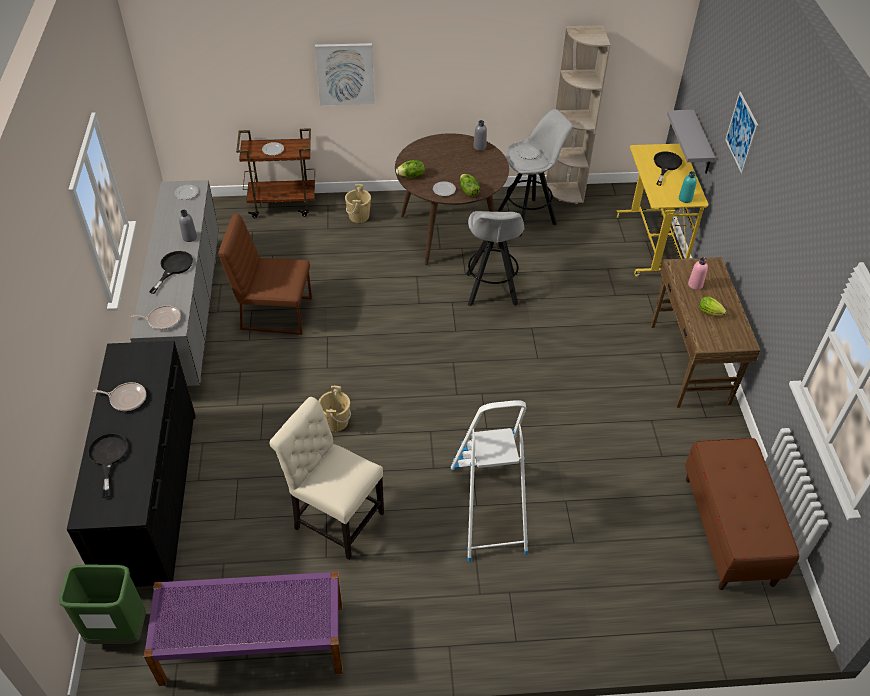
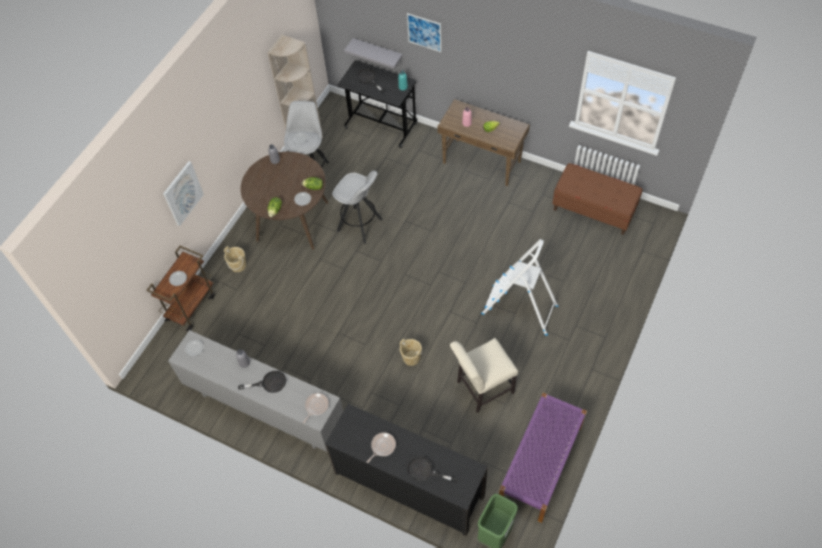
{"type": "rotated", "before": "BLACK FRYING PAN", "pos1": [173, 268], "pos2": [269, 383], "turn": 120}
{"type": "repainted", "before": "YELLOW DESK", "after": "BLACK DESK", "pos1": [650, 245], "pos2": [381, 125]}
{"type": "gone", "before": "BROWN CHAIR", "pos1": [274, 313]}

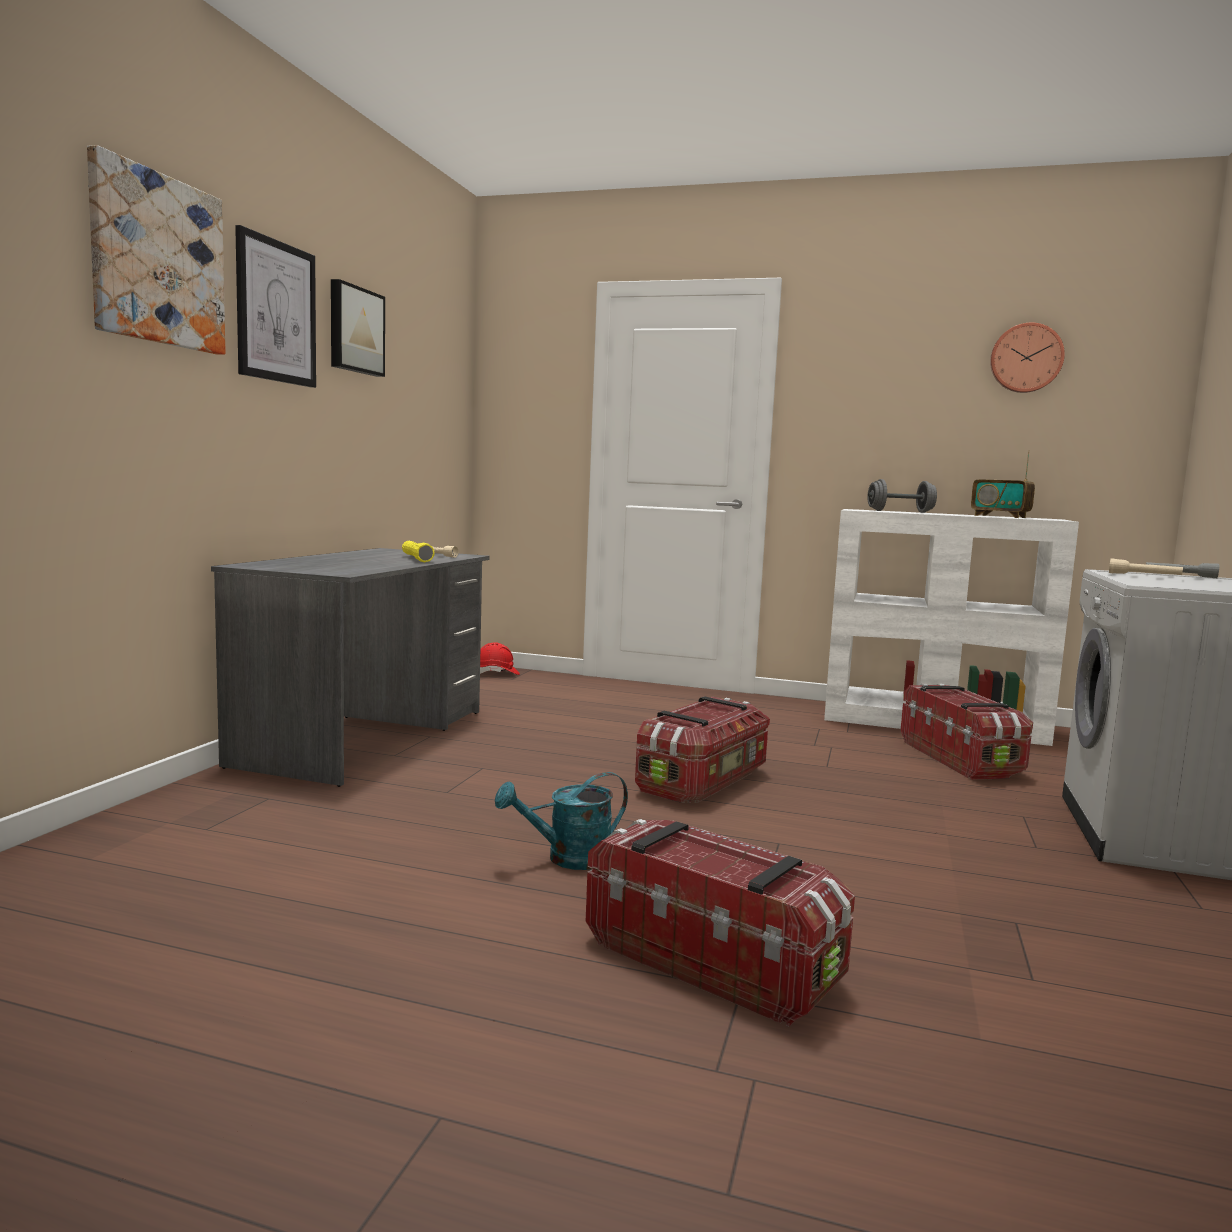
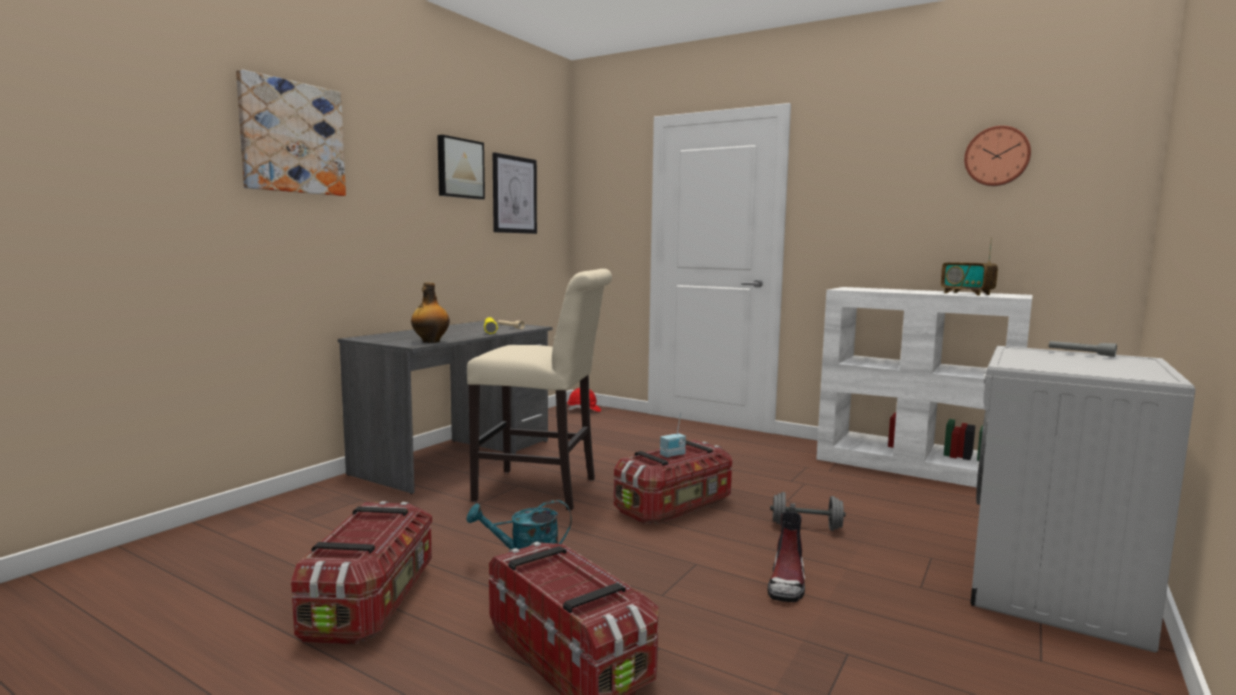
{"type": "shifted", "before": "STORAGE BOX", "pos1": [960, 759], "pos2": [372, 601]}
{"type": "new", "after": "BOTTLE", "pos2": [430, 341]}
{"type": "new", "after": "BEIGE STOOL", "pos2": [543, 491]}
{"type": "shifted", "before": "PICTURE", "pos1": [276, 312], "pos2": [514, 195]}
{"type": "new", "after": "RADIO", "pos2": [673, 455]}
{"type": "new", "after": "BOOT", "pos2": [787, 584]}
{"type": "shifted", "before": "GREY DUMBBELL", "pos1": [900, 511], "pos2": [806, 527]}
{"type": "gone", "before": "BEIGE FLASHLIGHT", "pos1": [1144, 575]}

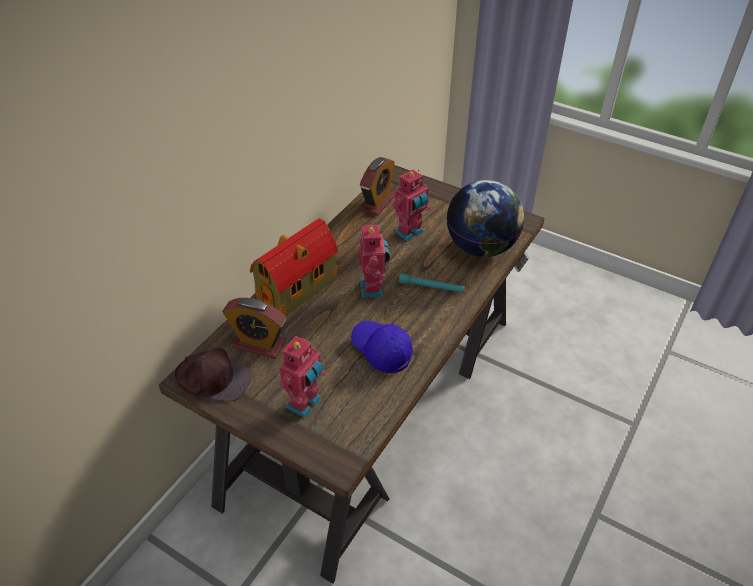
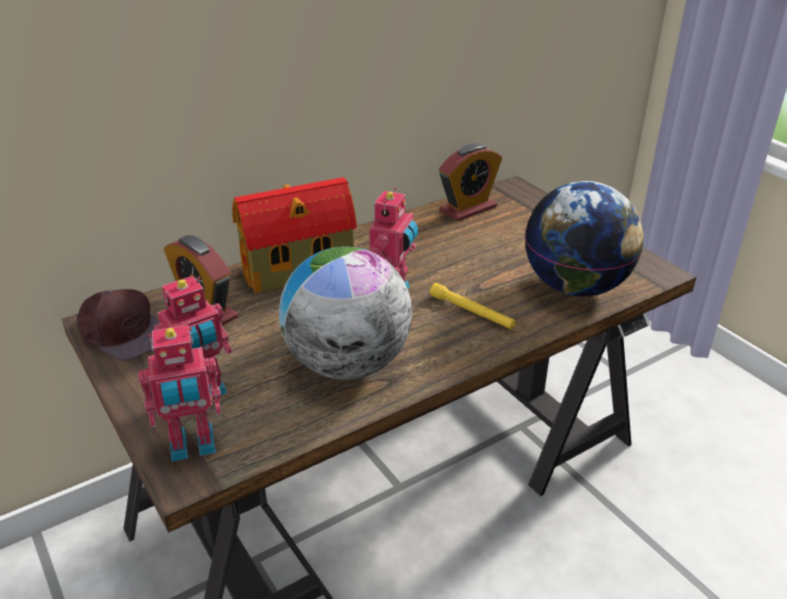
{"type": "shifted", "before": "TOY ROBOT", "pos1": [410, 233], "pos2": [192, 446]}
{"type": "swapped", "before": "BLUE CAP", "after": "GLOBE", "pos1": [381, 351], "pos2": [347, 364]}
{"type": "repainted", "before": "TURQUOISE FLASHLIGHT", "after": "YELLOW FLASHLIGHT", "pos1": [431, 287], "pos2": [472, 312]}

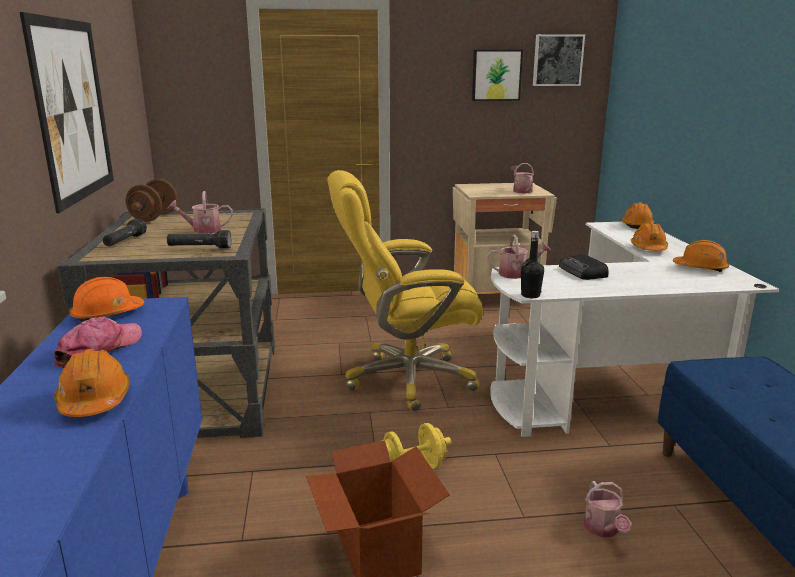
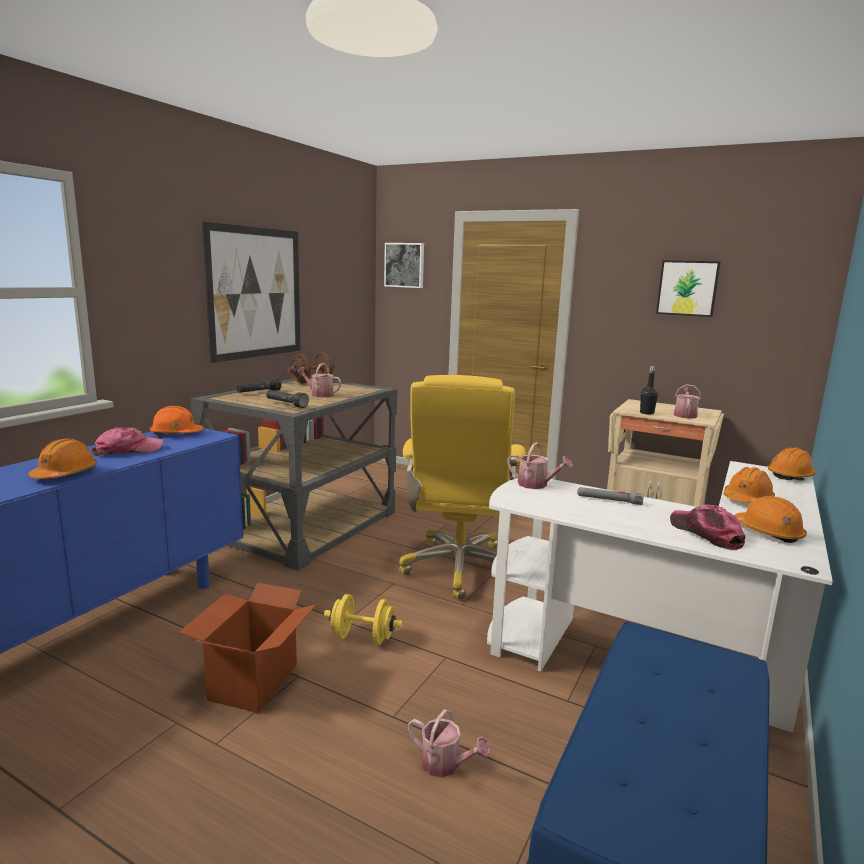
{"type": "shifted", "before": "PICTURE", "pos1": [557, 60], "pos2": [405, 265]}
{"type": "rotated", "before": "YELLOW OFFICE CHAIR", "pos1": [405, 380], "pos2": [457, 570], "turn": -105}
{"type": "rotated", "before": "WATERING CAN", "pos1": [603, 529], "pos2": [445, 764], "turn": -90}
{"type": "swapped", "before": "RADIO", "after": "GREY FLASHLIGHT", "pos1": [583, 272], "pos2": [609, 500]}
{"type": "shifted", "before": "BLACK BOTTLE", "pos1": [530, 295], "pos2": [646, 413]}
{"type": "new", "after": "CAP", "pos2": [706, 534]}

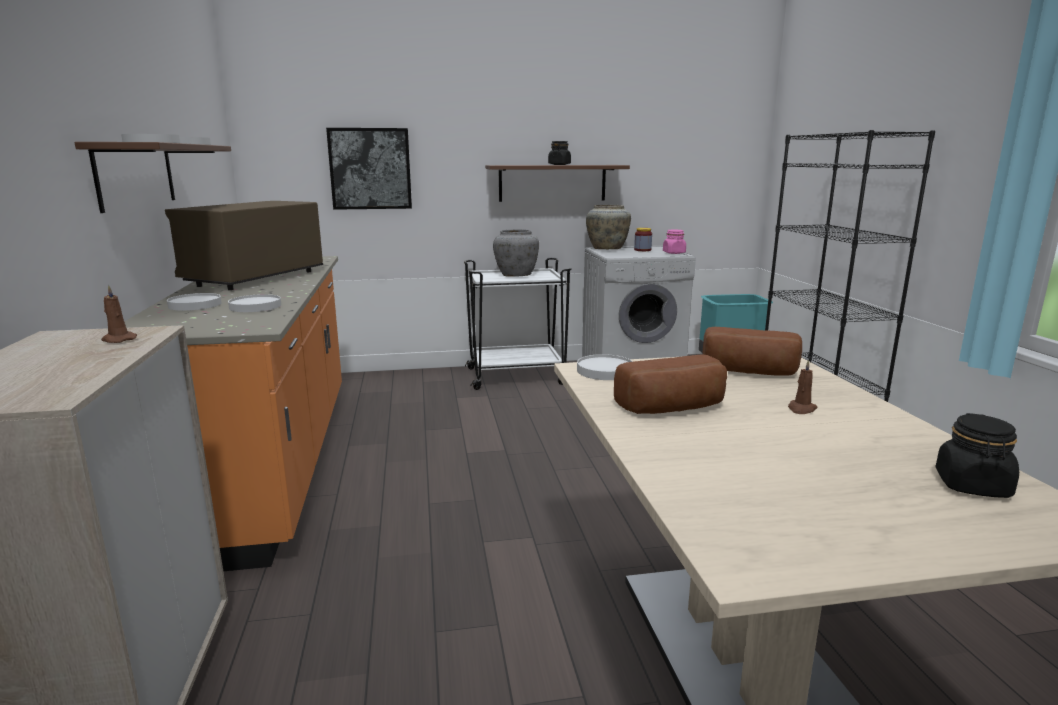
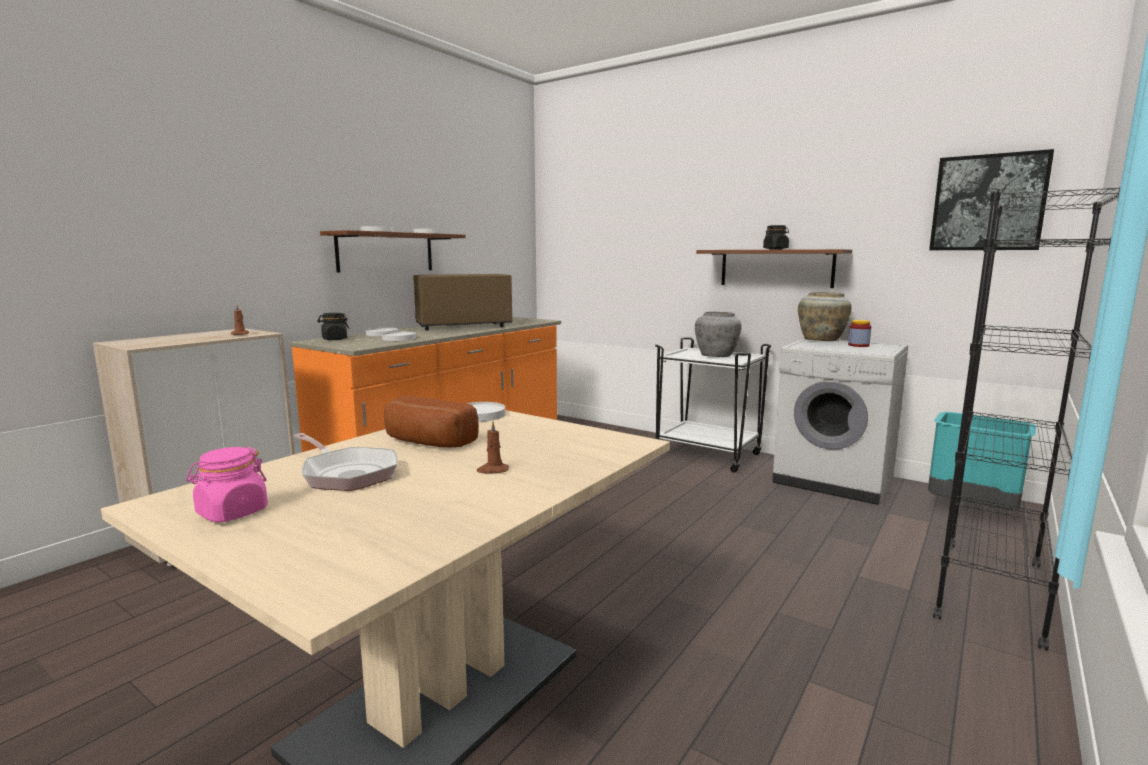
{"type": "shifted", "before": "PINK JAR", "pos1": [674, 253], "pos2": [232, 513]}
{"type": "new", "after": "FRYING PAN", "pos2": [347, 473]}
{"type": "shifted", "before": "BLACK JAR", "pos1": [972, 486], "pos2": [334, 339]}
{"type": "shifted", "before": "PICTURE", "pos1": [370, 169], "pos2": [988, 203]}
{"type": "gone", "before": "BREAD", "pos1": [749, 372]}

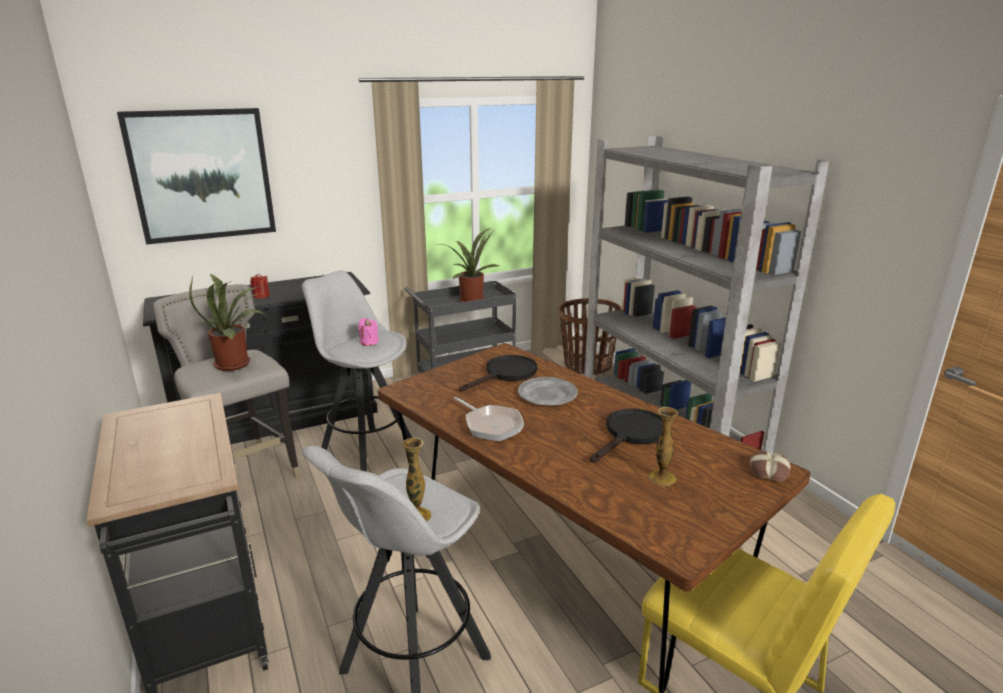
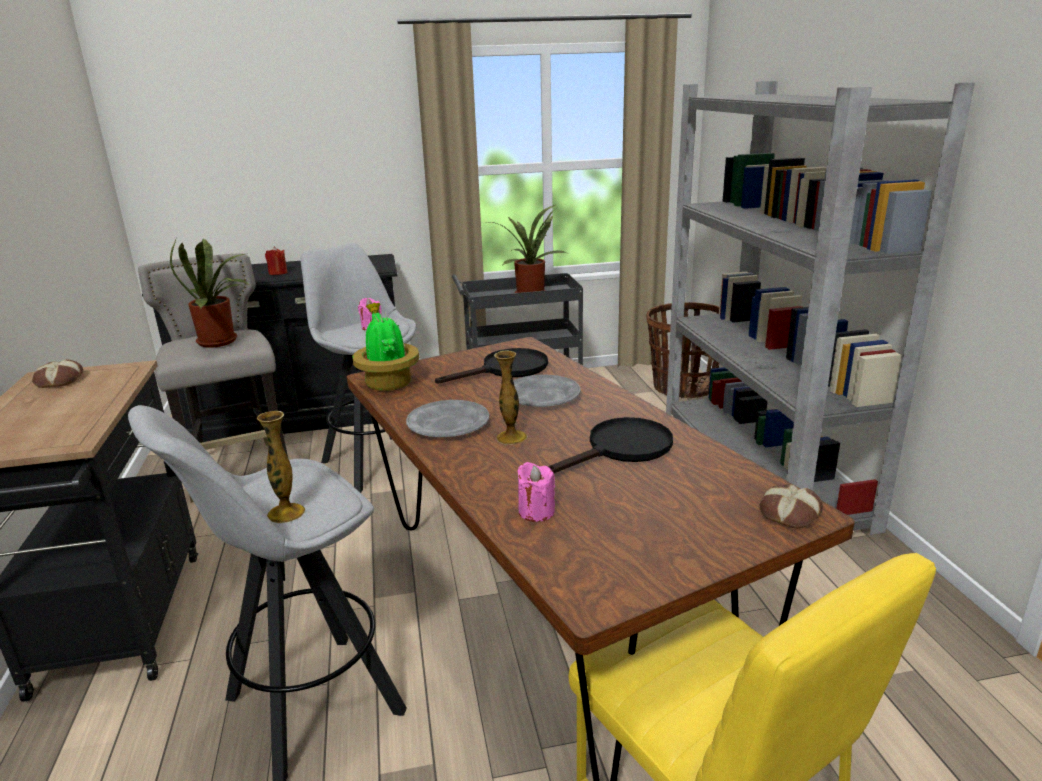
{"type": "new", "after": "BREAD", "pos2": [59, 380]}
{"type": "new", "after": "POTTED PLANT", "pos2": [388, 382]}
{"type": "swapped", "before": "FRYING PAN", "after": "GREY PLATE", "pos1": [491, 425], "pos2": [448, 423]}
{"type": "shifted", "before": "VASE", "pos1": [662, 478], "pos2": [511, 437]}
{"type": "new", "after": "PINK CANDLE", "pos2": [536, 511]}
{"type": "gone", "before": "PICTURE", "pos1": [202, 175]}

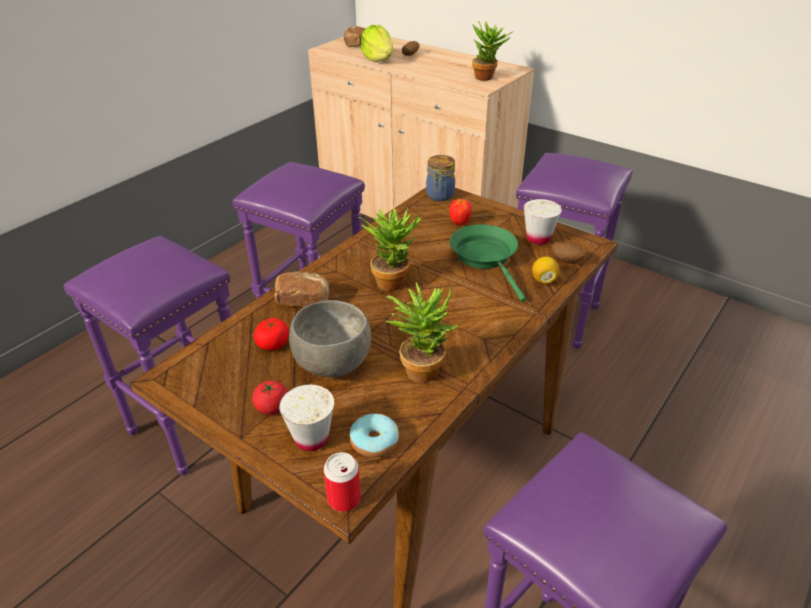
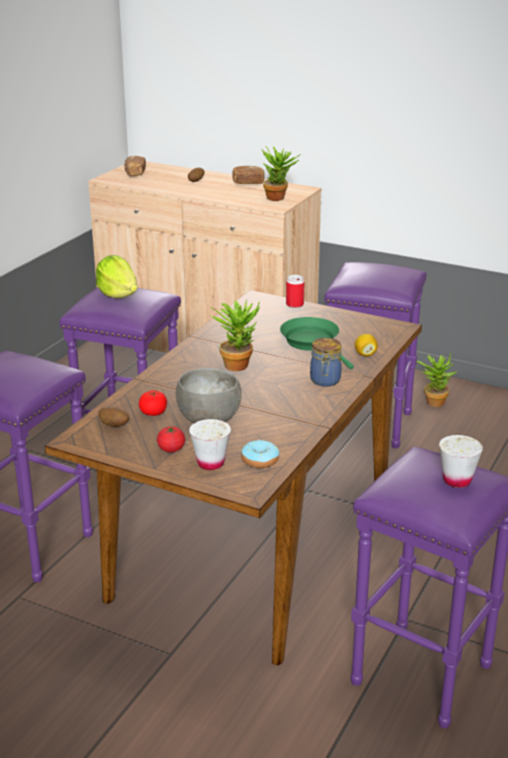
{"type": "shifted", "before": "LETTUCE", "pos1": [378, 59], "pos2": [118, 294]}
{"type": "shifted", "before": "POTATO", "pos1": [566, 261], "pos2": [114, 426]}
{"type": "shifted", "before": "BREAD", "pos1": [303, 300], "pos2": [248, 183]}
{"type": "shifted", "before": "CAN", "pos1": [344, 499], "pos2": [294, 304]}
{"type": "shifted", "before": "JAR", "pos1": [439, 196], "pos2": [325, 381]}
{"type": "shifted", "before": "POTTED PLANT", "pos1": [421, 367], "pos2": [433, 401]}
{"type": "shifted", "before": "WHITE CUP", "pos1": [538, 239], "pos2": [457, 480]}
{"type": "gone", "before": "APPLE", "pos1": [459, 223]}

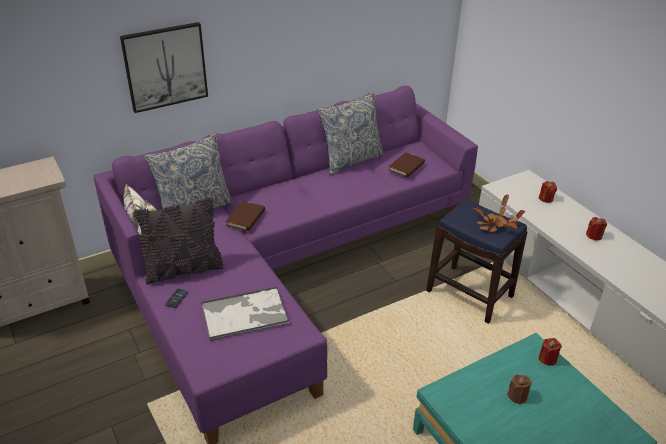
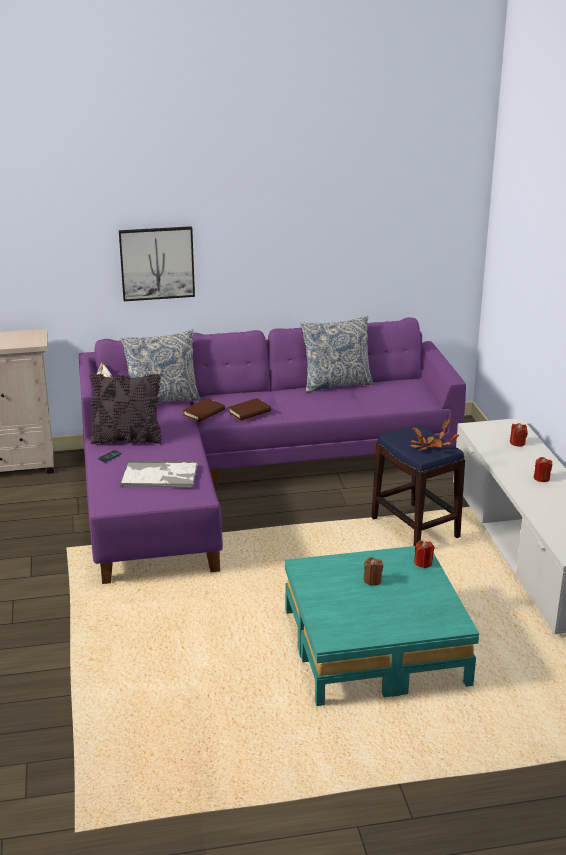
{"type": "shifted", "before": "BROWN BOOK", "pos1": [406, 167], "pos2": [249, 412]}

